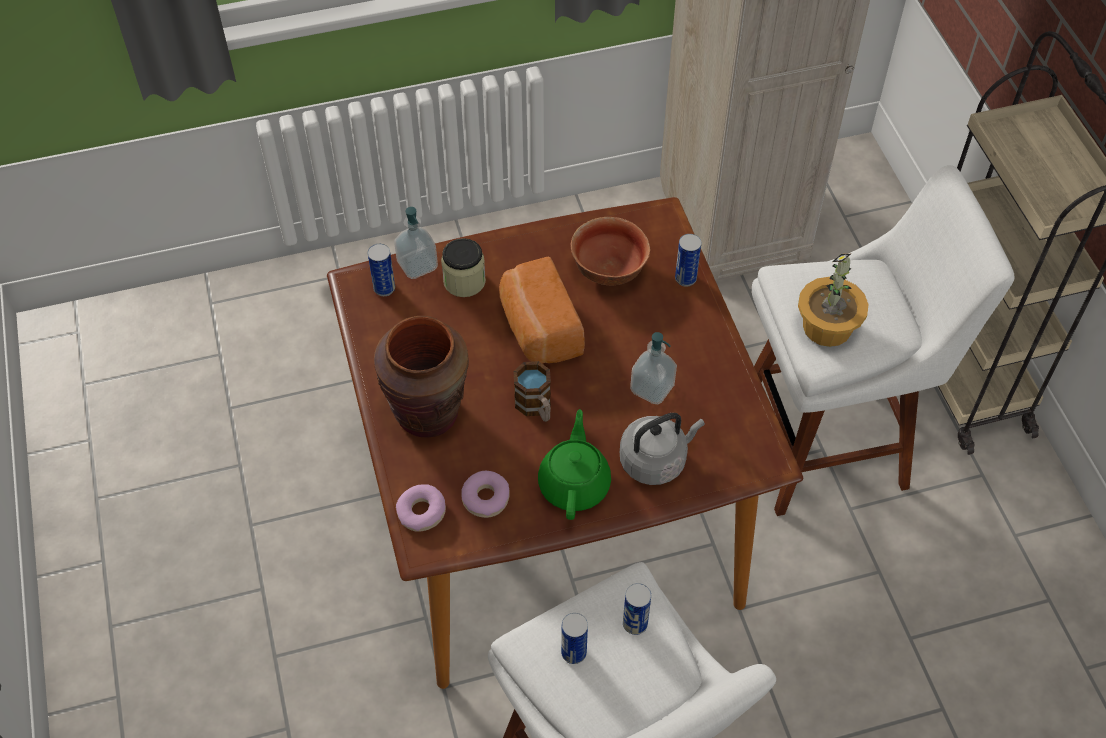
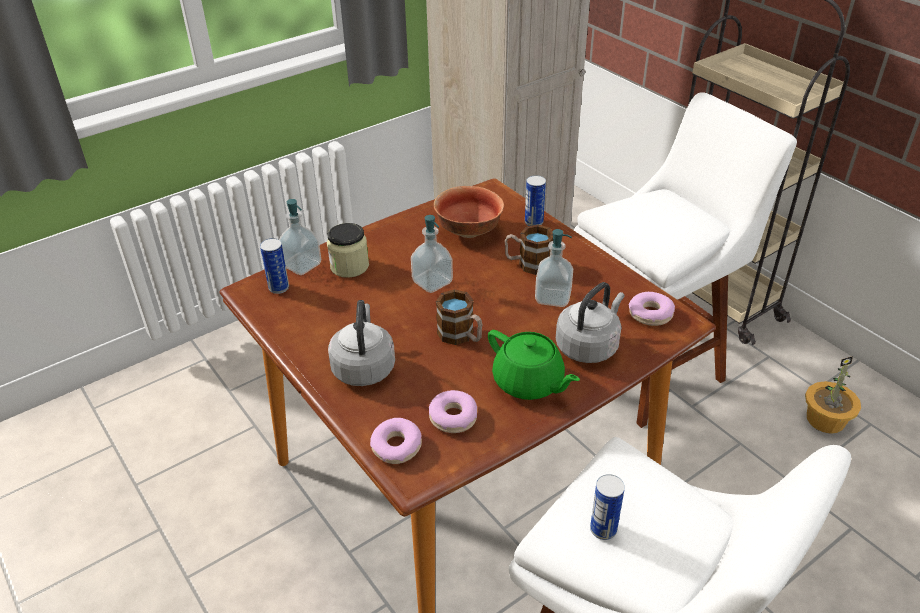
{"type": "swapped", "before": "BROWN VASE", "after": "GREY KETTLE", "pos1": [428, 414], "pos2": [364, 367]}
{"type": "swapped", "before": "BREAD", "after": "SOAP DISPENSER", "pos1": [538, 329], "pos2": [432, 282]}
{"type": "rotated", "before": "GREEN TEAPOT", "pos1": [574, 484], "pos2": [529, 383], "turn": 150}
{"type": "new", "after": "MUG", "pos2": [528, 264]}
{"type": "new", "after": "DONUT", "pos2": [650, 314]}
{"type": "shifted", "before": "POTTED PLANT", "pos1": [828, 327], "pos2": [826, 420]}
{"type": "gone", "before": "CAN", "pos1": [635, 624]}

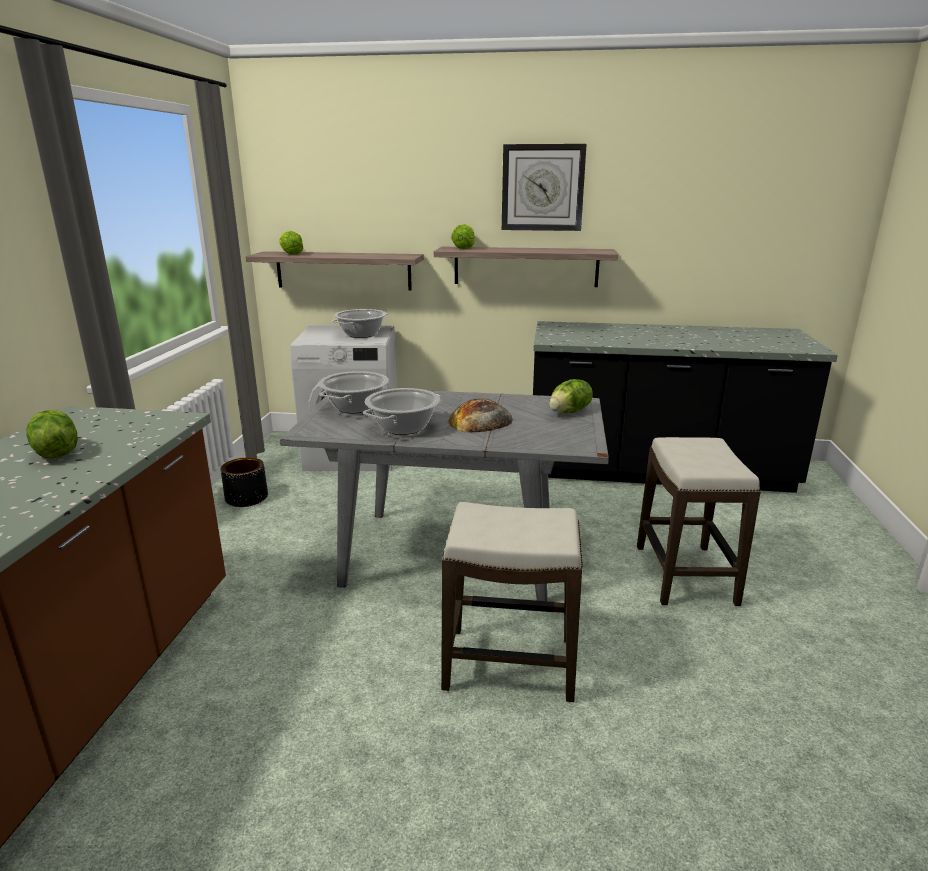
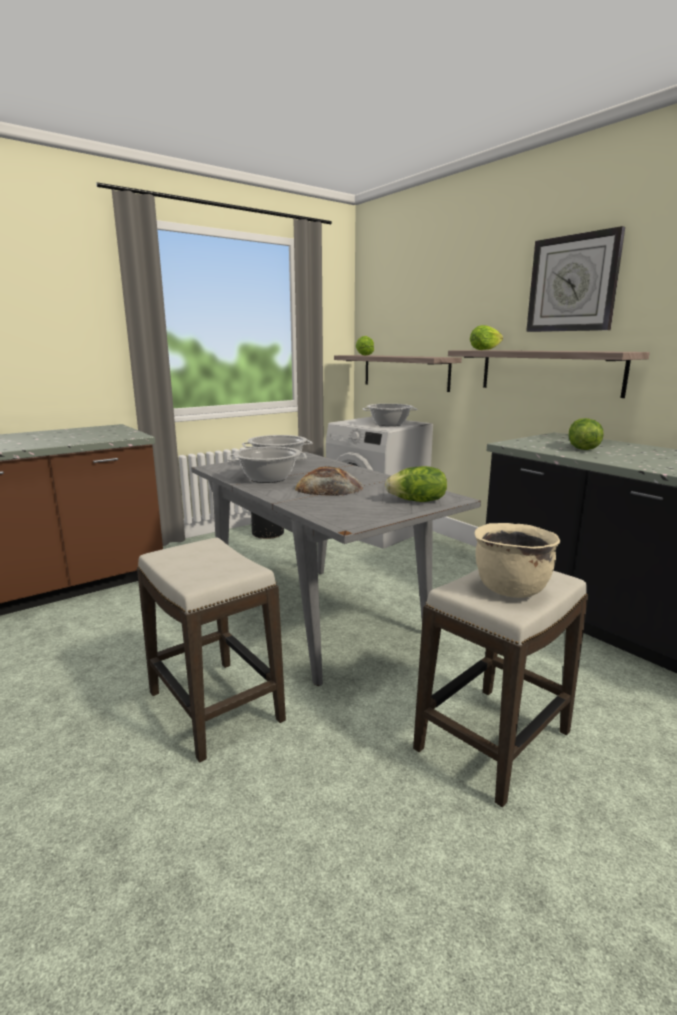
{"type": "new", "after": "BEIGE COOKING POT", "pos2": [510, 589]}
{"type": "shifted", "before": "LETTUCE", "pos1": [55, 453], "pos2": [581, 448]}

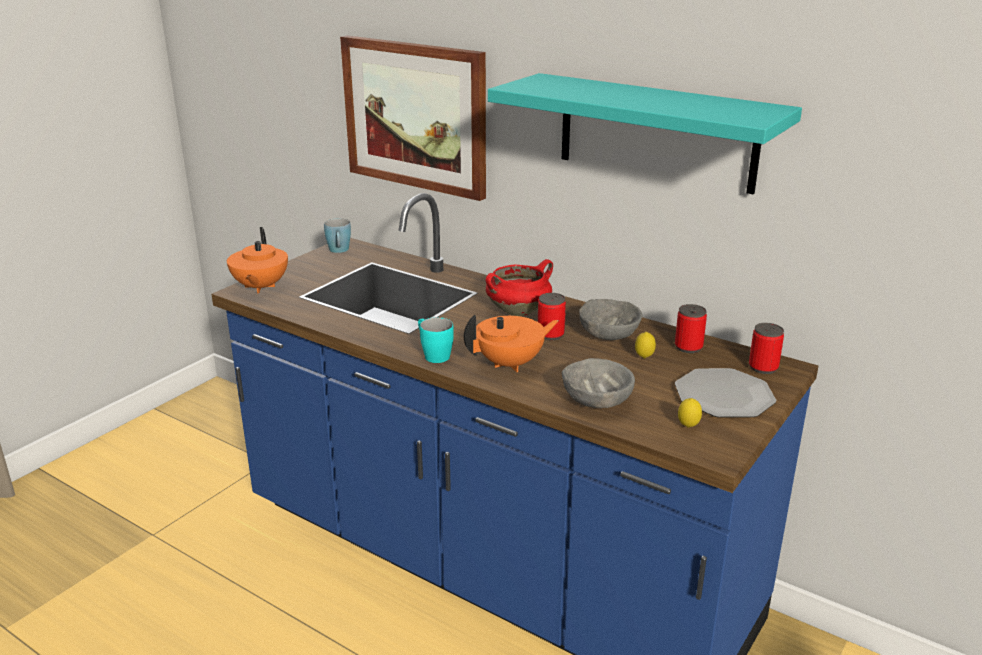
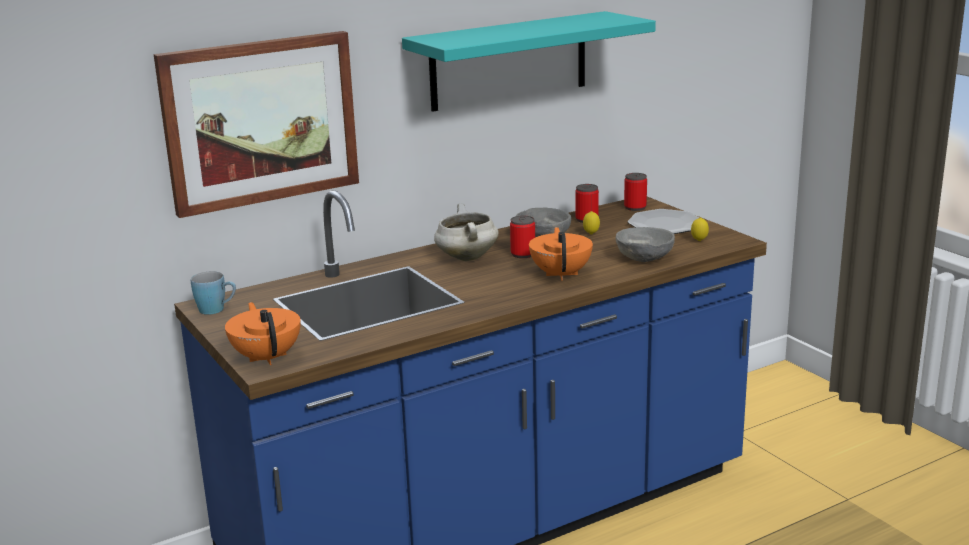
{"type": "rotated", "before": "ORANGE TEAPOT", "pos1": [260, 287], "pos2": [267, 357], "turn": -135}
{"type": "repainted", "before": "RED COOKING POT", "after": "WHITE COOKING POT", "pos1": [519, 311], "pos2": [466, 257]}
{"type": "gone", "before": "TURQUOISE MUG", "pos1": [433, 354]}

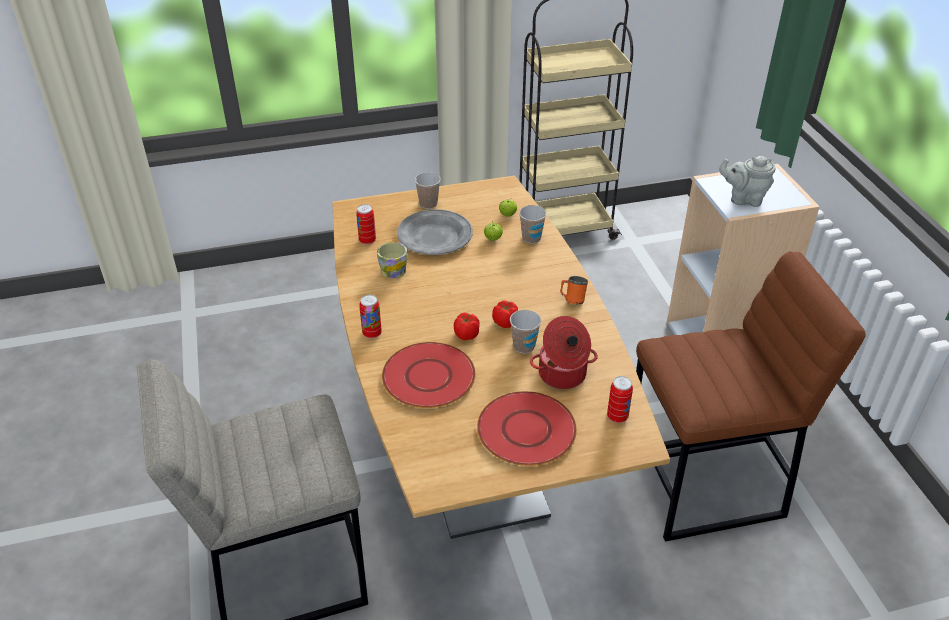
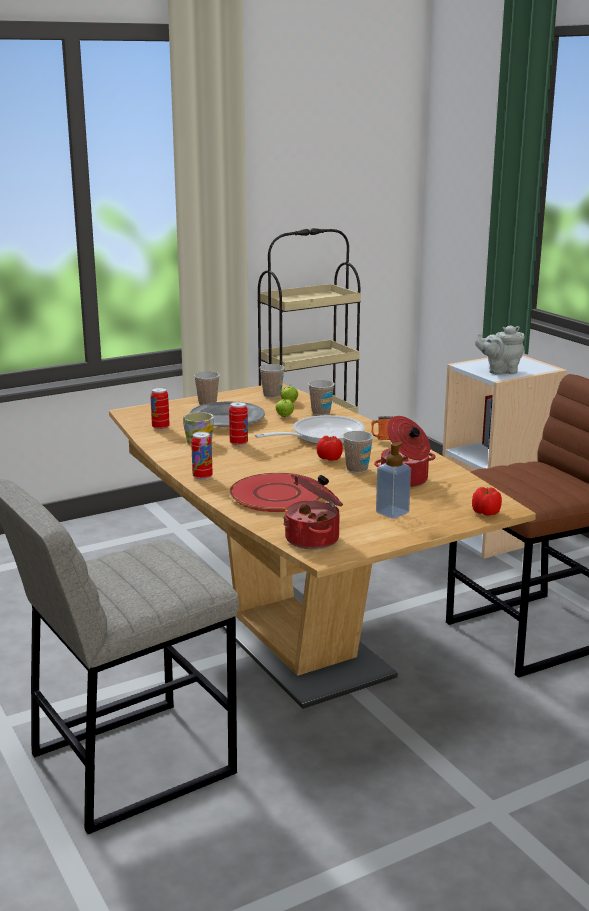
{"type": "shifted", "before": "CAN", "pos1": [617, 417], "pos2": [238, 443]}
{"type": "new", "after": "FRYING PAN", "pos2": [321, 436]}
{"type": "new", "after": "CUP", "pos2": [272, 395]}
{"type": "new", "after": "COOKING POT", "pos2": [314, 539]}
{"type": "swapped", "before": "RED PLATE", "after": "SOAP DISPENSER", "pos1": [525, 430], "pos2": [392, 513]}
{"type": "shifted", "before": "TOMATO", "pos1": [466, 335], "pos2": [486, 513]}

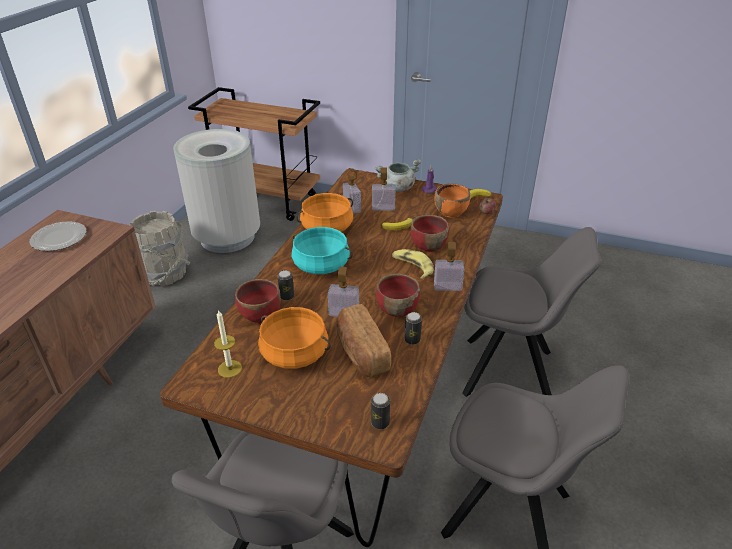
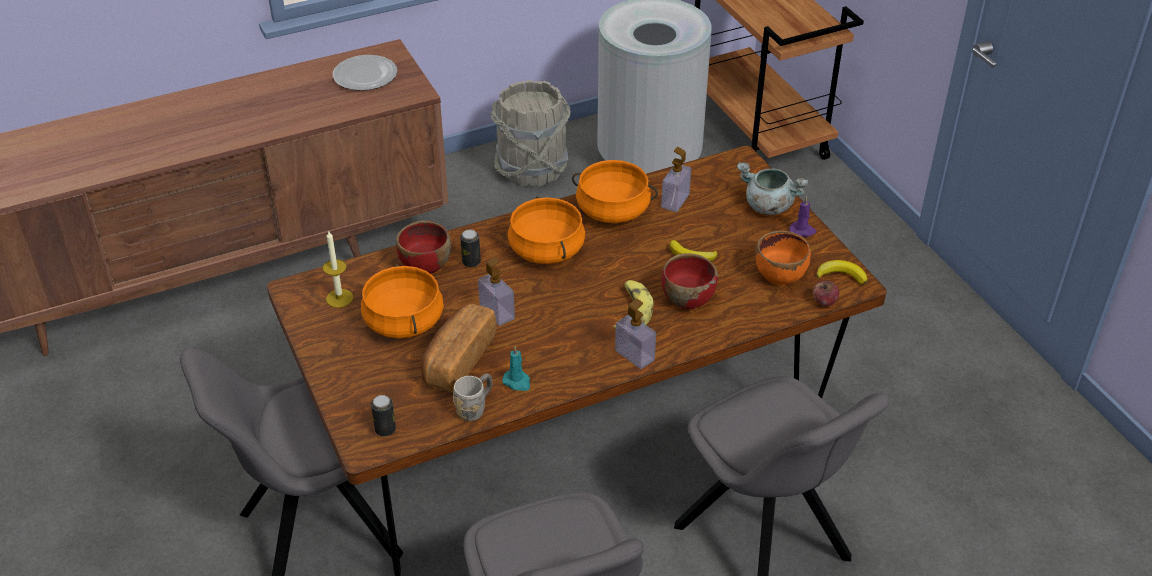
{"type": "new", "after": "GREY MUG", "pos2": [475, 408]}
{"type": "swapped", "before": "CAN", "after": "TURQUOISE CANDLE", "pos1": [412, 340], "pos2": [517, 382]}
{"type": "repainted", "before": "TURQUOISE COOKING POT", "after": "ORANGE COOKING POT", "pos1": [321, 265], "pos2": [547, 250]}
{"type": "gone", "before": "SOAP DISPENSER", "pos1": [383, 207]}
{"type": "gone", "before": "RED BOWL", "pos1": [397, 309]}

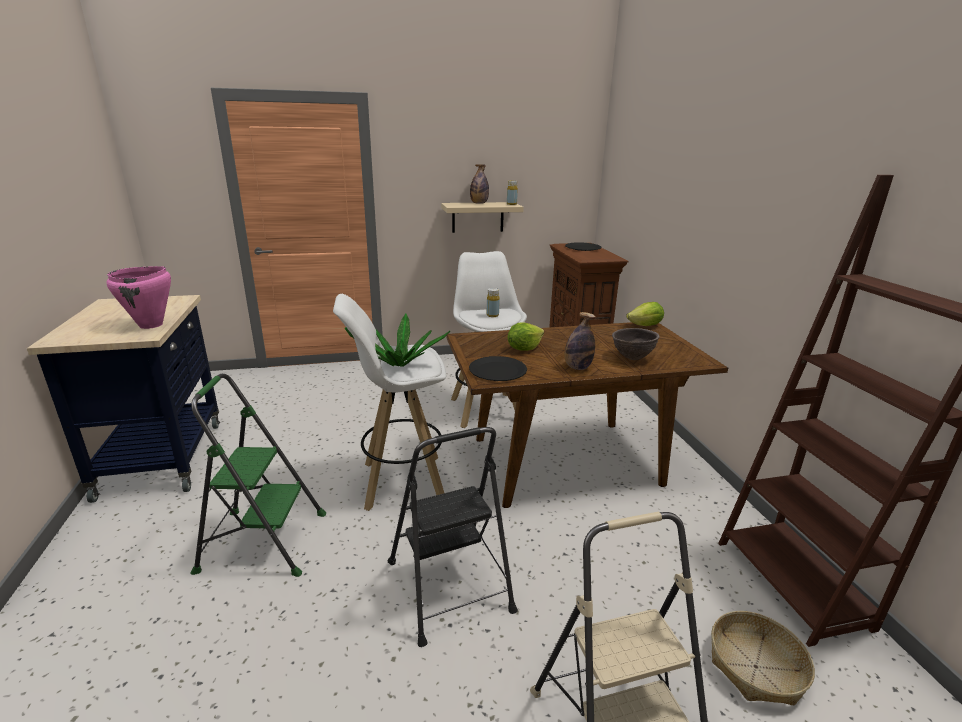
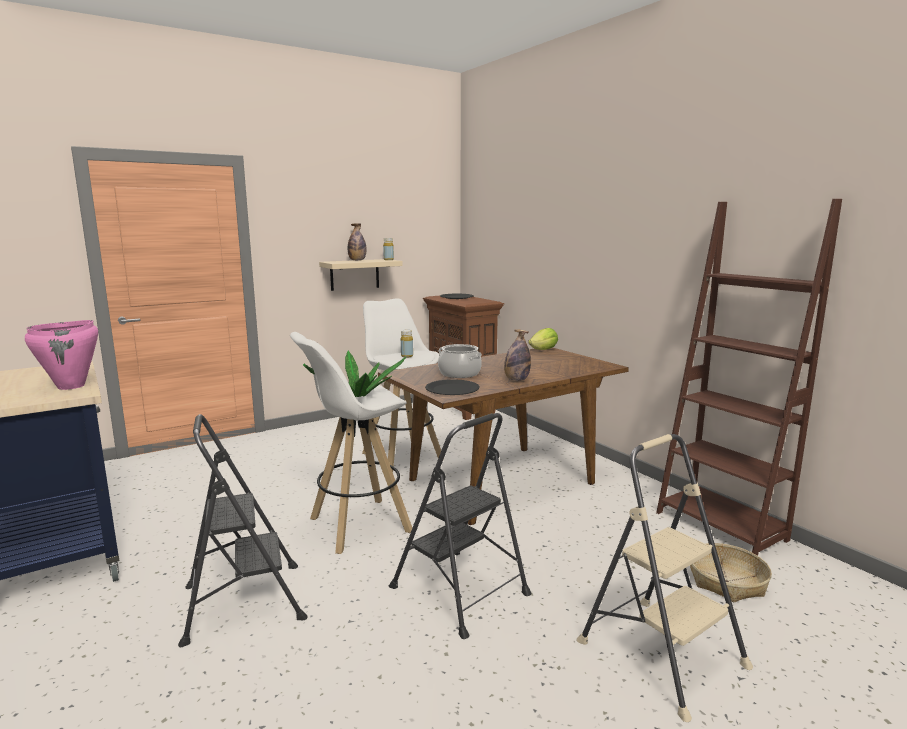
{"type": "repainted", "before": "GREEN STEP LADDER", "after": "BLACK STEP LADDER", "pos1": [259, 540], "pos2": [239, 602]}
{"type": "swapped", "before": "LETTUCE", "after": "COOKING POT", "pos1": [524, 348], "pos2": [459, 374]}
{"type": "gone", "before": "BROWN BOWL", "pos1": [632, 358]}

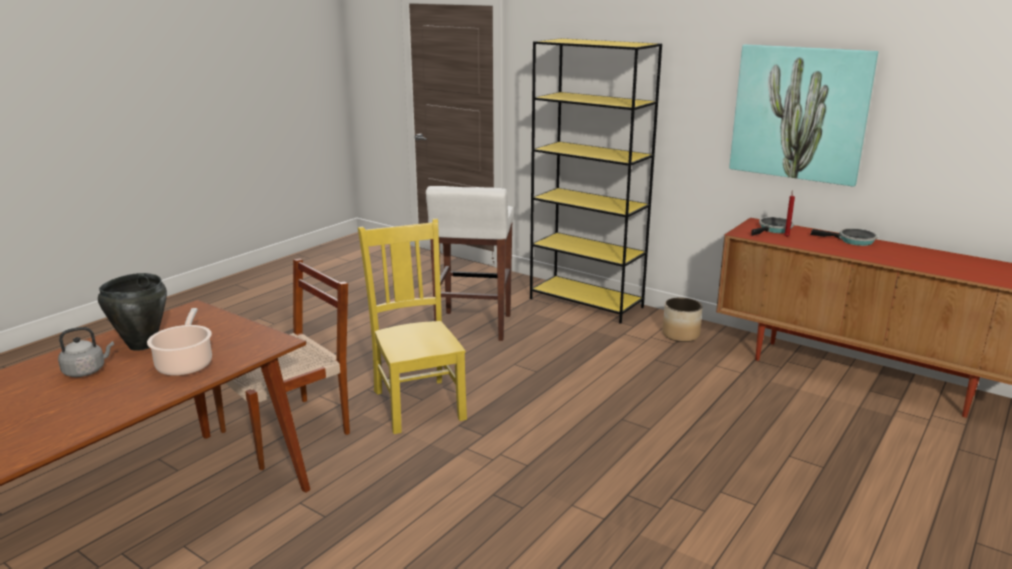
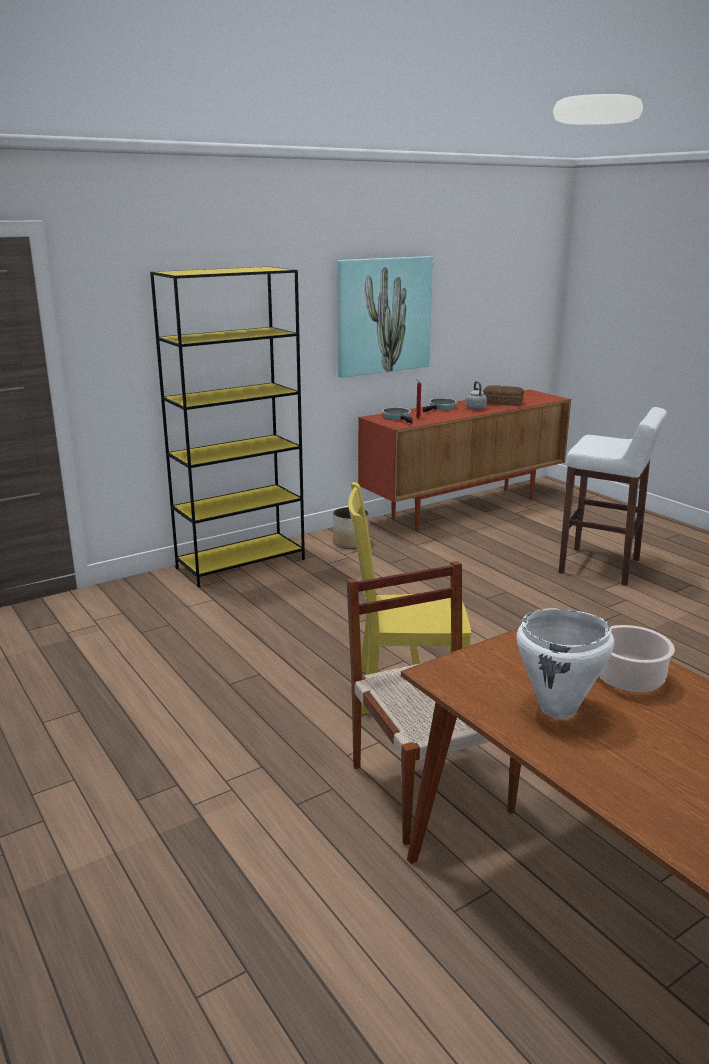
{"type": "shifted", "before": "GREY KETTLE", "pos1": [87, 371], "pos2": [475, 408]}
{"type": "new", "after": "BREAD", "pos2": [503, 403]}
{"type": "repainted", "before": "BLACK COOKING POT", "after": "WHITE COOKING POT", "pos1": [141, 345], "pos2": [558, 709]}
{"type": "shifted", "before": "WHITE STOOL", "pos1": [473, 327], "pos2": [601, 567]}

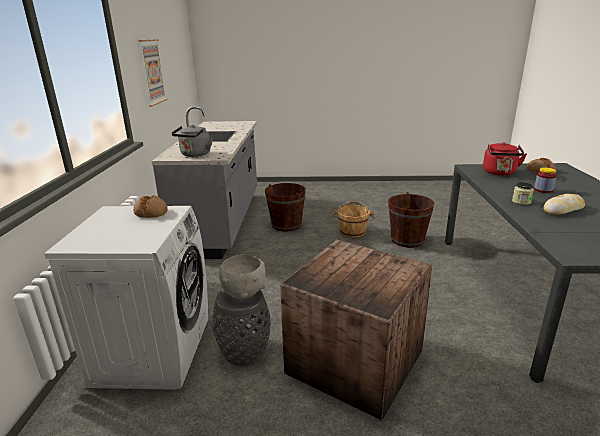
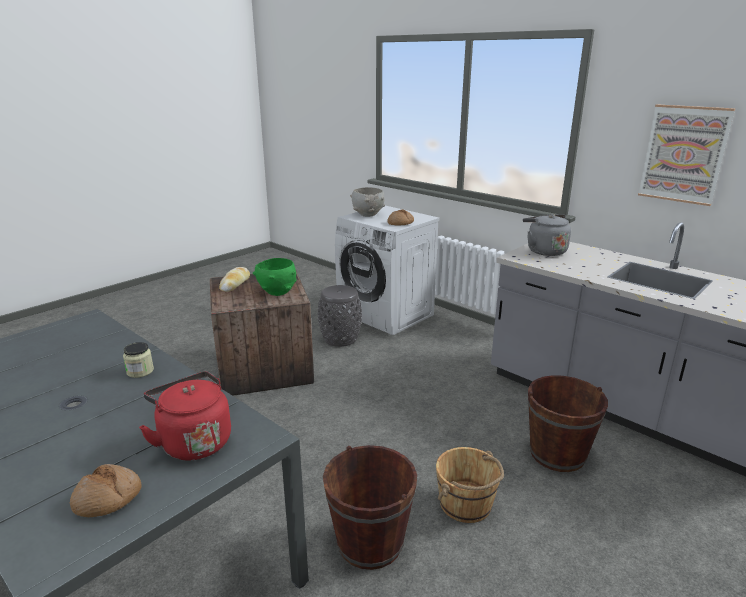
{"type": "shifted", "before": "BREAD", "pos1": [563, 209], "pos2": [235, 283]}
{"type": "new", "after": "GREEN BOWL", "pos2": [277, 292]}
{"type": "shifted", "before": "GREY BOWL", "pos1": [244, 294], "pos2": [368, 215]}
{"type": "gone", "before": "JAR", "pos1": [543, 190]}

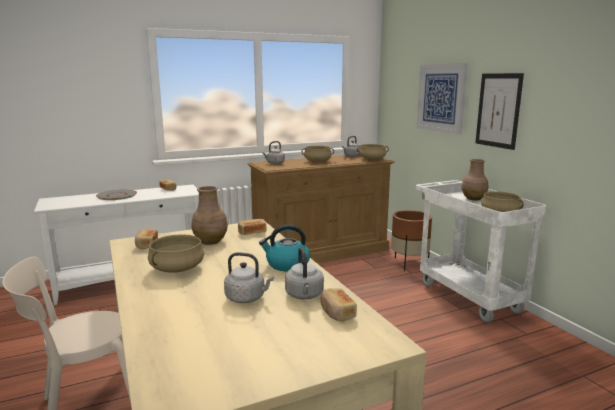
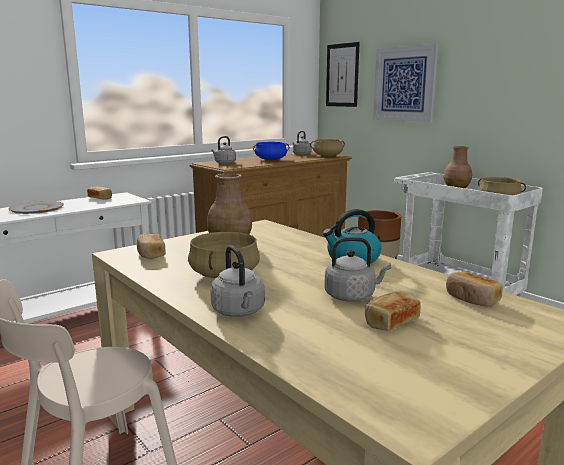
{"type": "shifted", "before": "GREY KETTLE", "pos1": [304, 295], "pos2": [239, 312]}
{"type": "repainted", "before": "BEIGE COOKING POT", "after": "BLUE COOKING POT", "pos1": [317, 161], "pos2": [271, 160]}
{"type": "shifted", "before": "PICTURE", "pos1": [498, 110], "pos2": [342, 75]}
{"type": "shifted", "before": "BREAD", "pos1": [252, 232], "pos2": [390, 322]}

